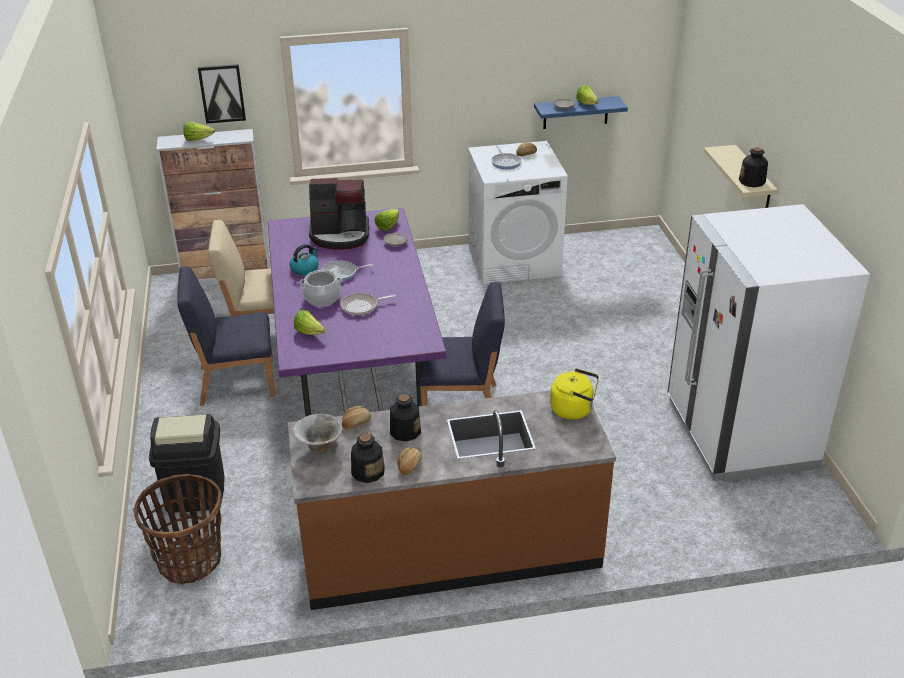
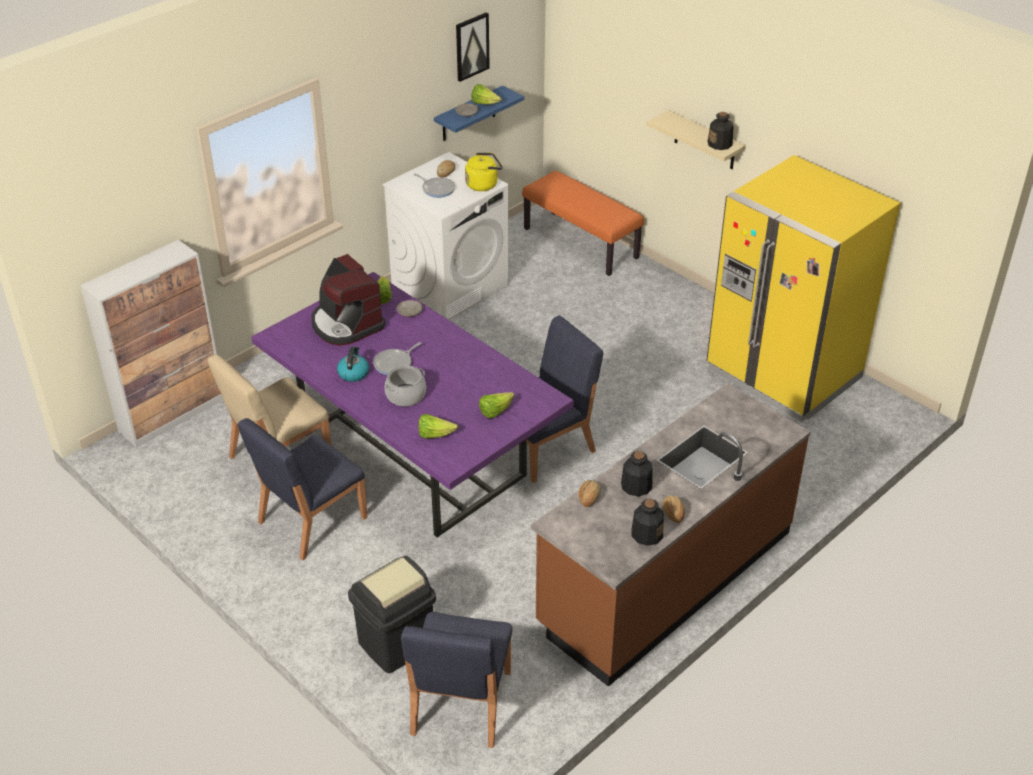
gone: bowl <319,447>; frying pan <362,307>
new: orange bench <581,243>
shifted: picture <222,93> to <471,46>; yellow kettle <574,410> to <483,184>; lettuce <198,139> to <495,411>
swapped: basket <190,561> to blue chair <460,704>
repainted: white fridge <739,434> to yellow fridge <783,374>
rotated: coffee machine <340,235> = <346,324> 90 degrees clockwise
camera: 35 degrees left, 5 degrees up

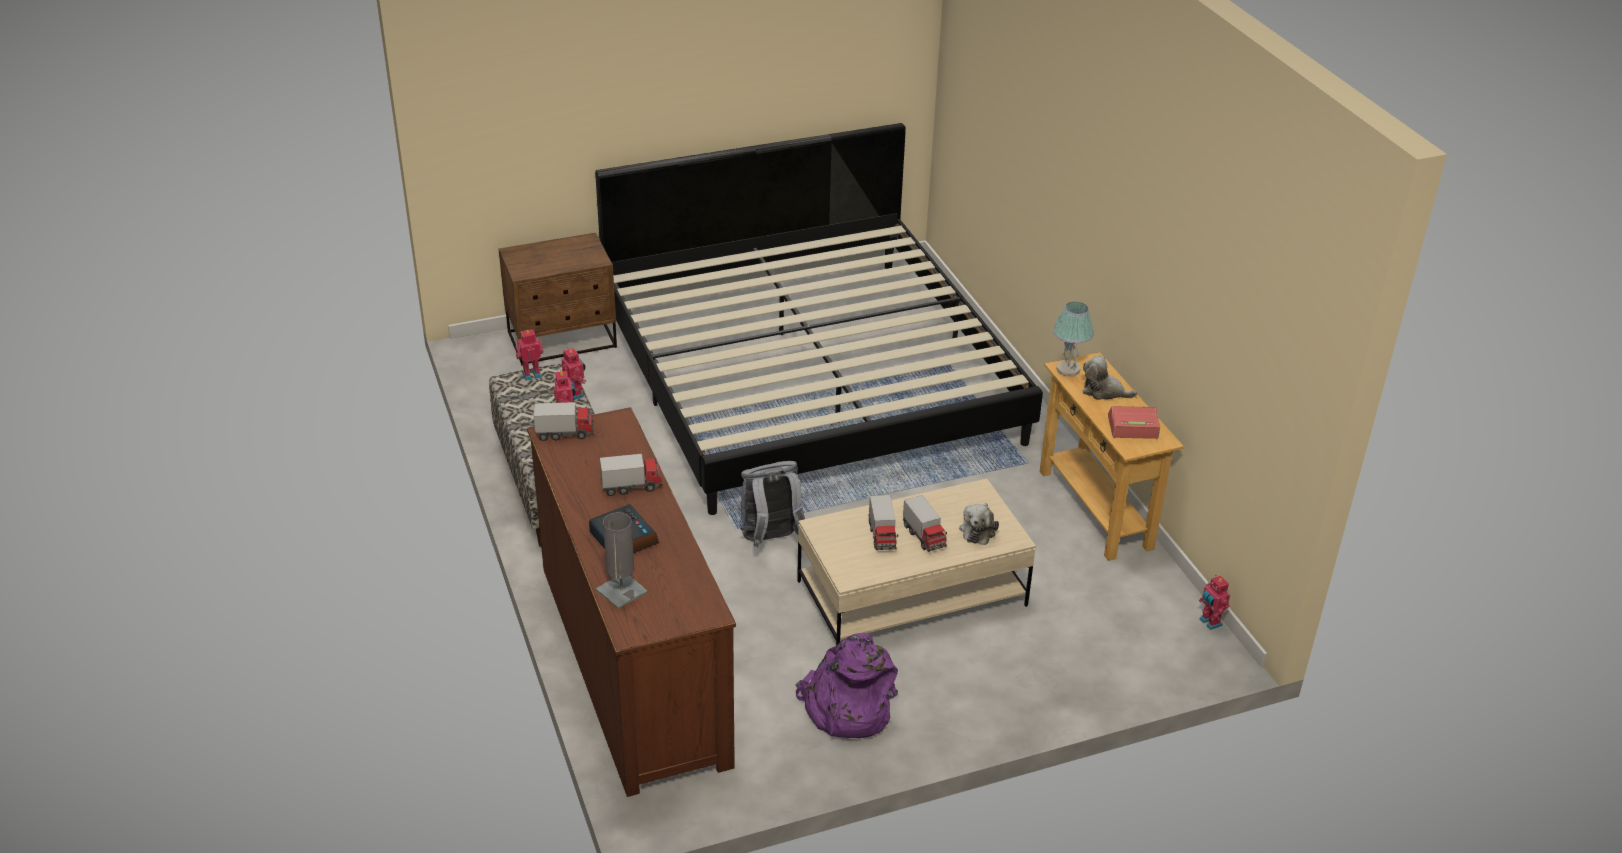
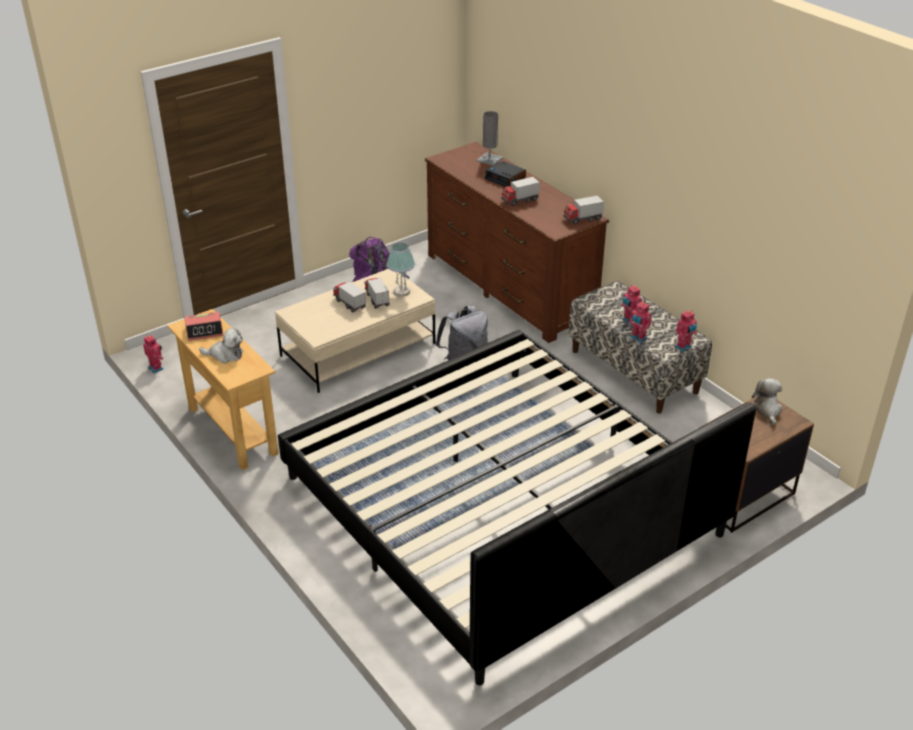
shifted: table lamp <1068,370> to <401,292>; plush toy <978,530> to <767,410>
camera: 165 degrees right, 0 degrees up

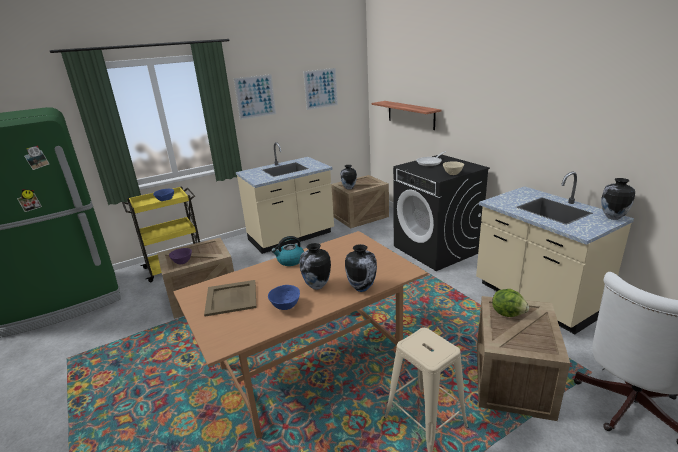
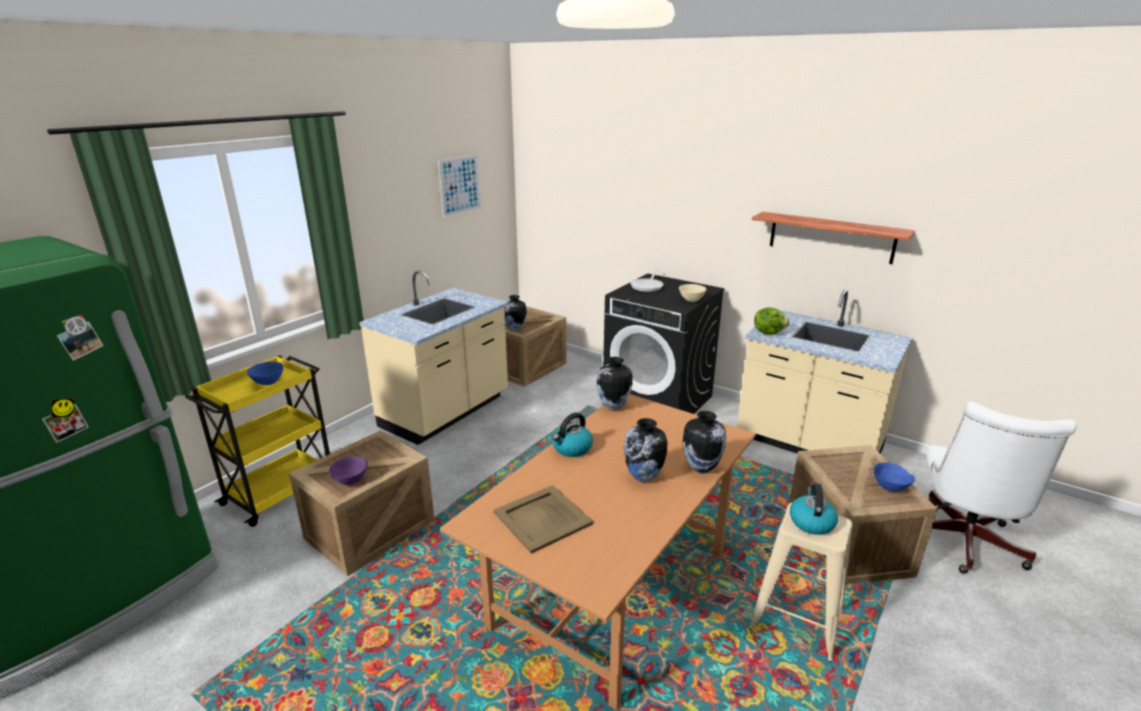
gone: picture <255,96>
new: kettle <811,522>
shifted: vase <612,217> to <613,407>; shelf <410,114> to <831,237>; lettuce <508,313> to <768,332>; blue bowl <286,307> to <890,488>
camera: 25 degrees left, 0 degrees up

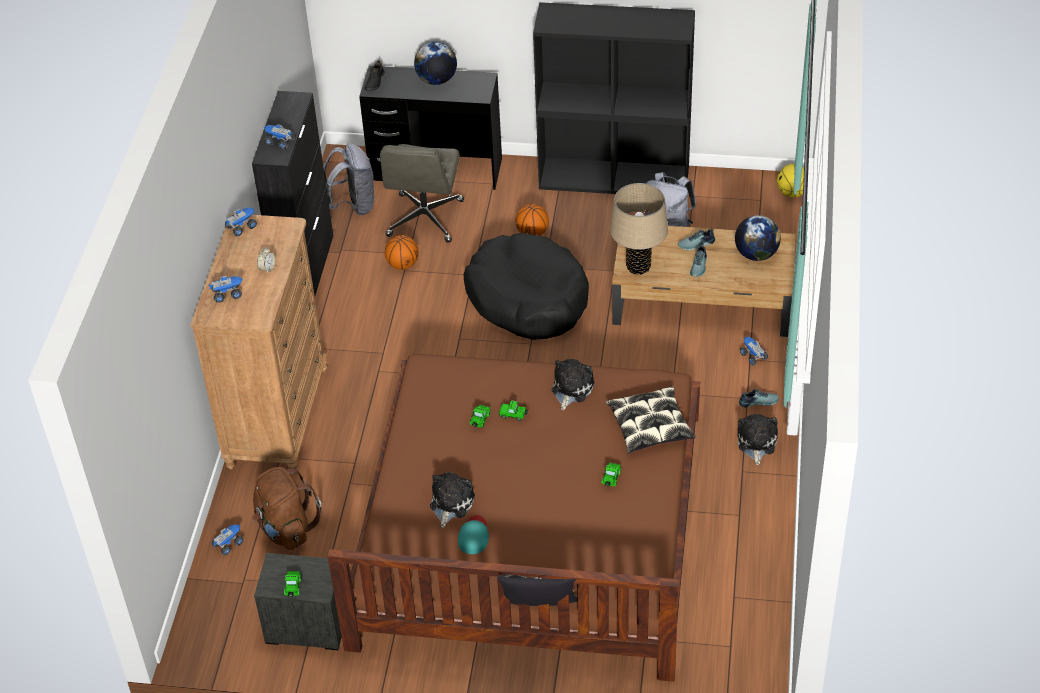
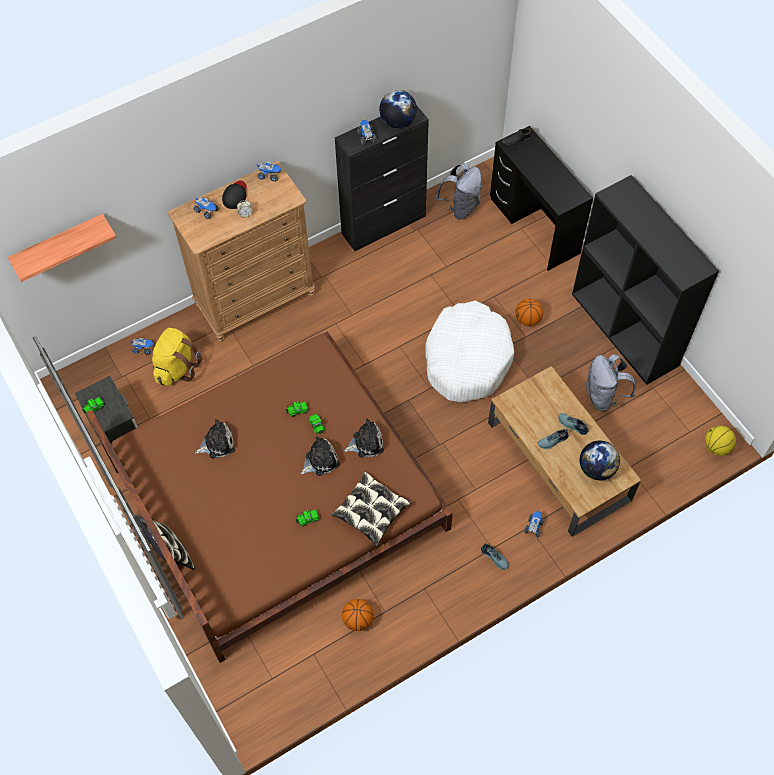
gone: grey office chair <425,219>; turquoise cap <474,536>; beige table lamp <638,267>
new: shelf <59,244>; black cap <235,195>
shifted: plush toy <756,443> to <320,460>; basketball <403,265> to <358,620>; globe <436,80> to <397,122>
repainted: brown backpack <286,528> to yellow backpack <177,368>; black dog bed <528,299> to white dog bed <467,359>
camera: 50 degrees right, 15 degrees up

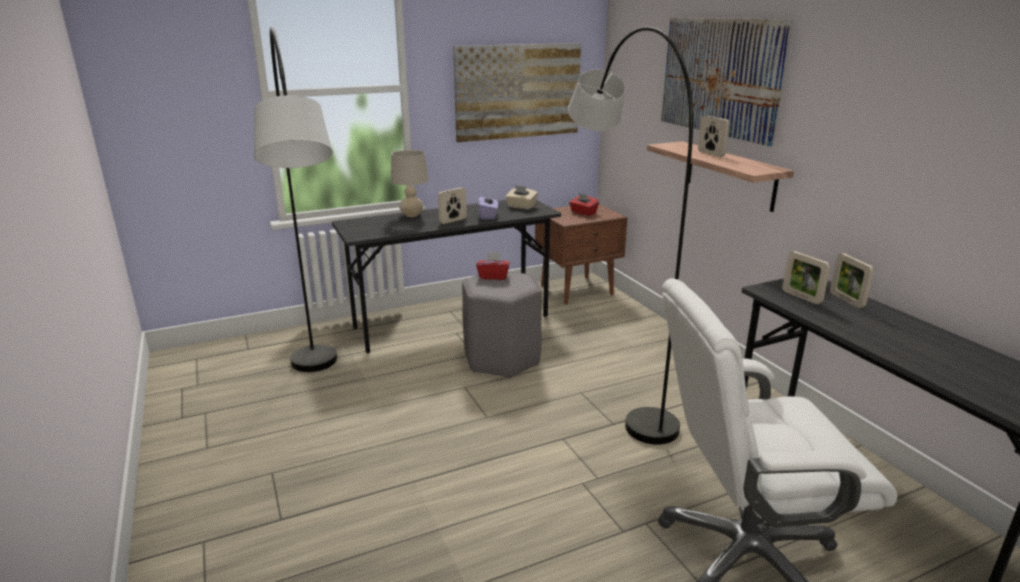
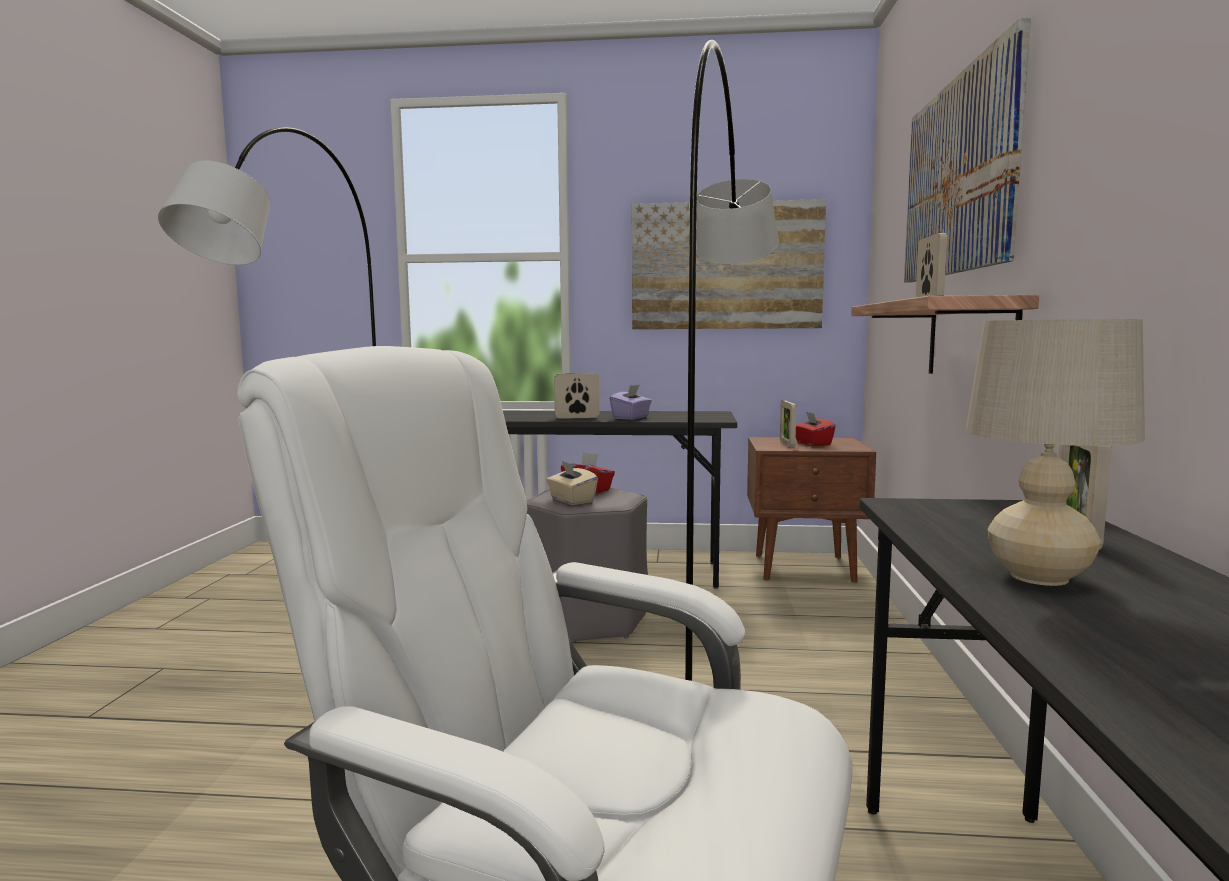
shifted: beige tissue box <521,207> to <571,500>; picture frame <801,297> to <787,444>; beige table lamp <412,215> to <1039,577>
camera: 30 degrees right, 15 degrees down

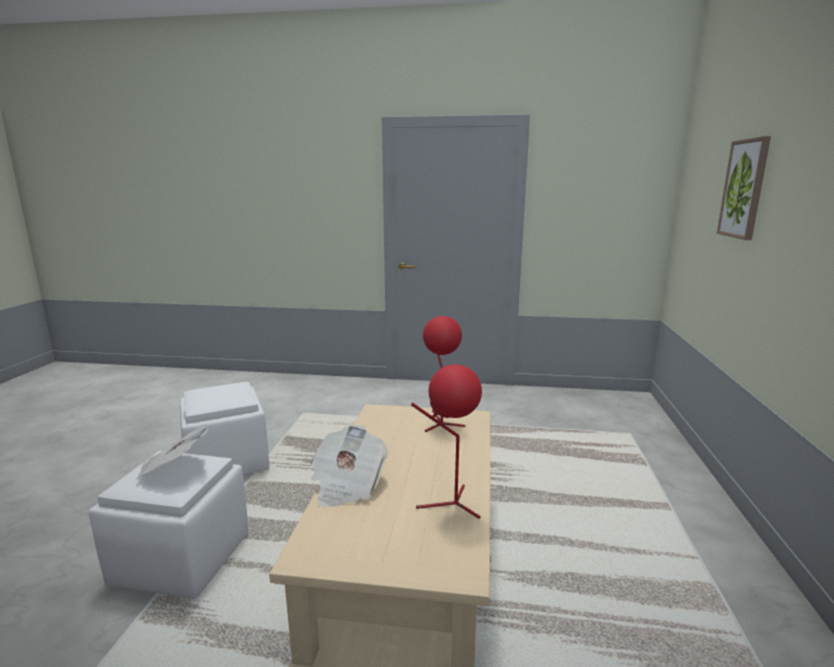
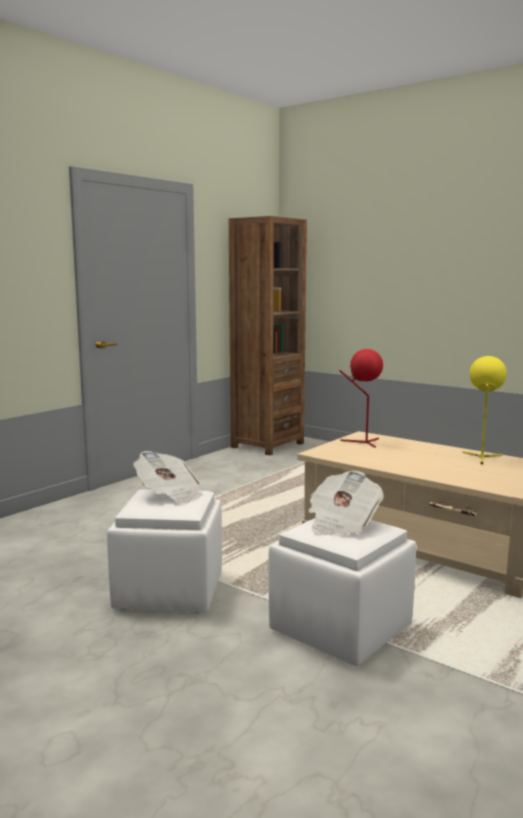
gone: picture <744,189>
new: brown bookcase <267,445>
shifted: newspaper <347,485> to <169,494>
repainted: red table lamp <450,504> to yellow table lamp <482,458>
camera: 60 degrees left, 5 degrees down

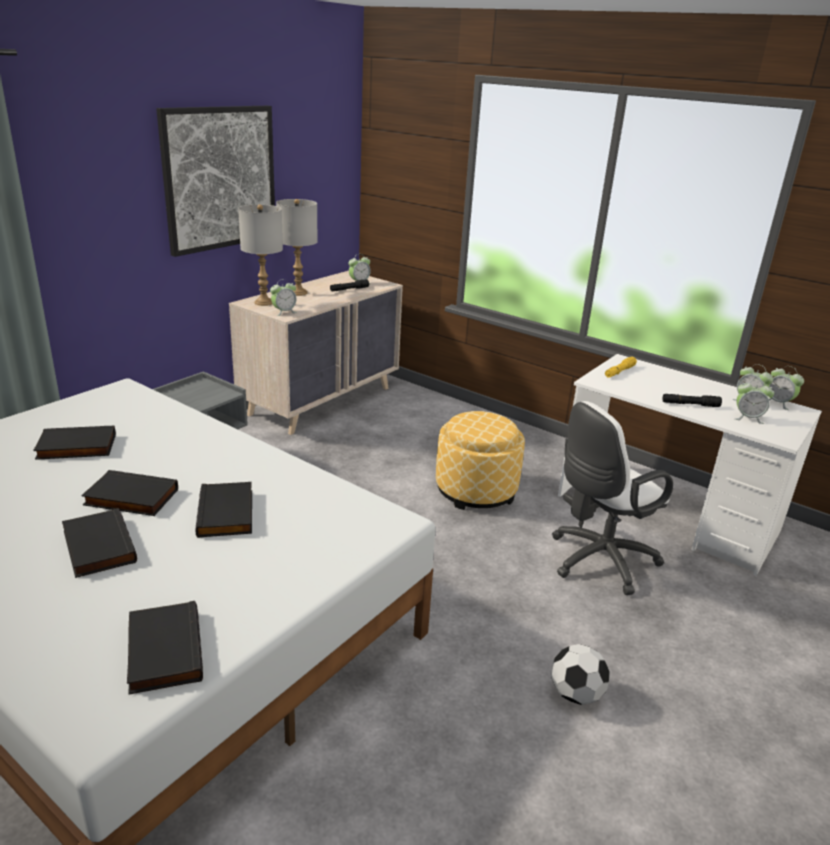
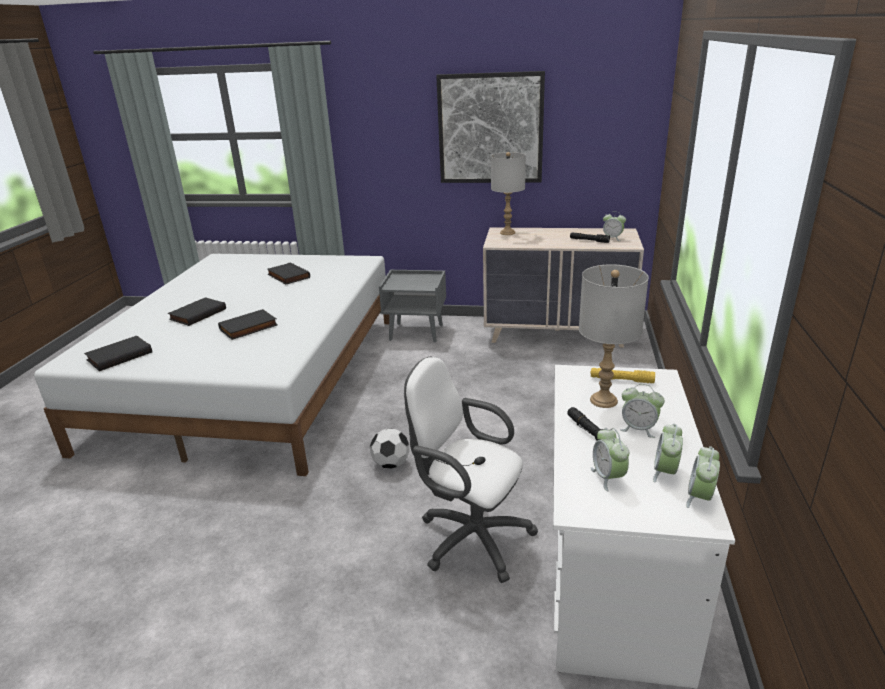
gone: black book <130,498>; ottoman <476,490>
shifted: football <575,694> to <391,464>; grey table lamp <298,293> to <604,400>; alarm clock <284,312> to <638,429>
camera: 65 degrees right, 0 degrees up

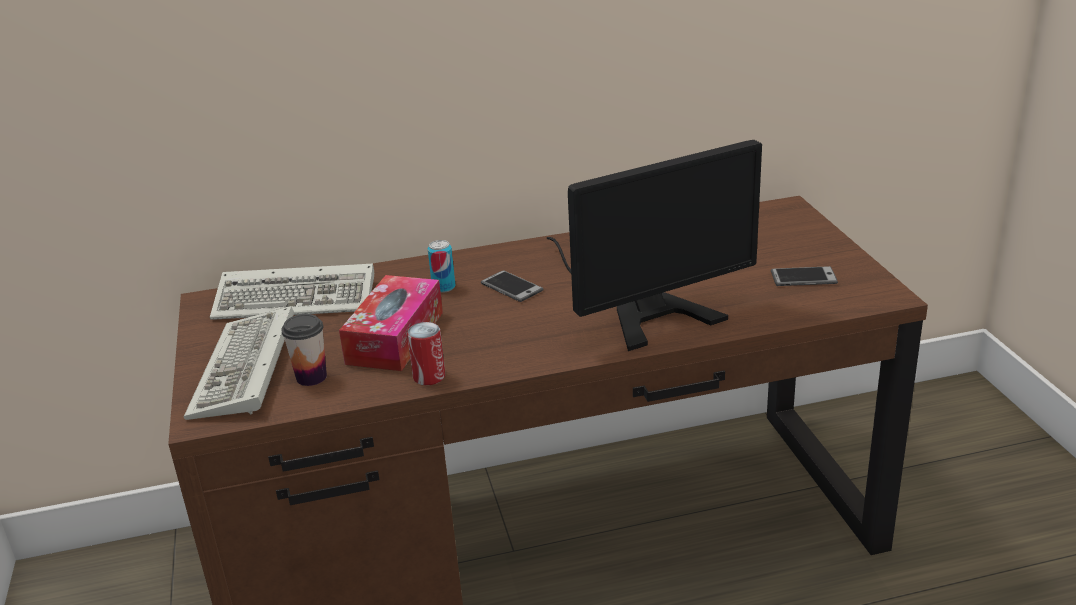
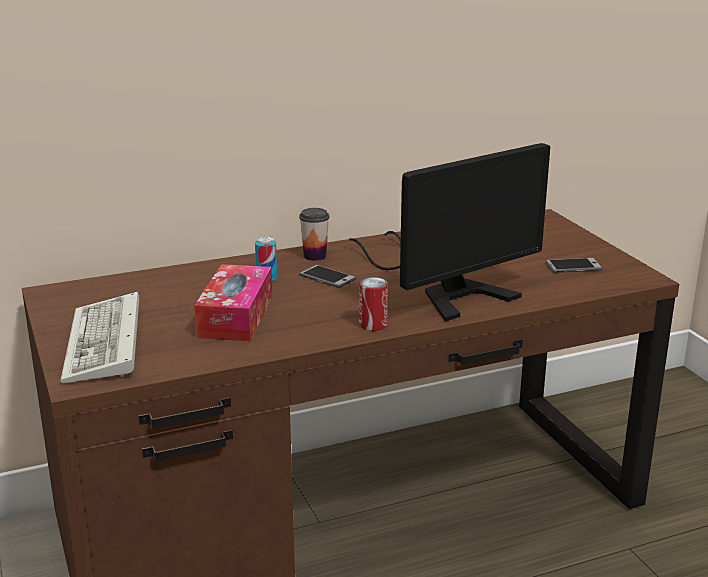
gone: keyboard <299,298>
shifted: cup <311,377> to <315,256>; can <429,377> to <373,325>
camera: 10 degrees left, 5 degrees down

